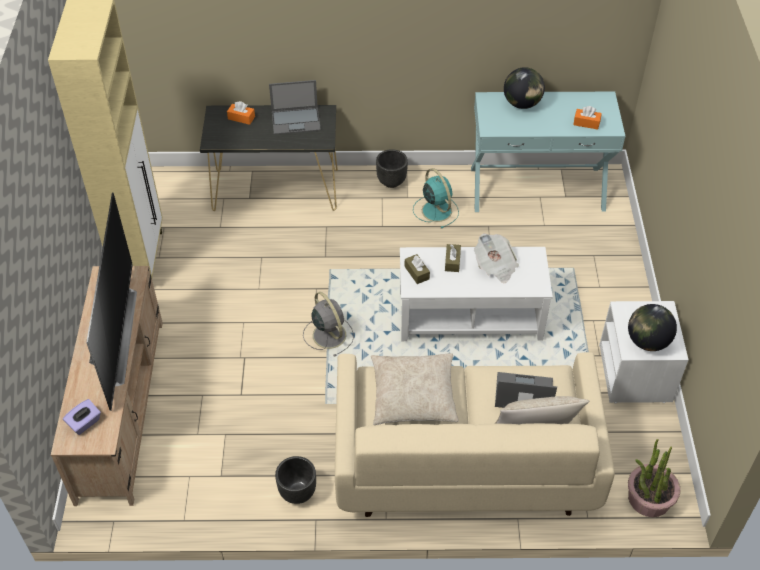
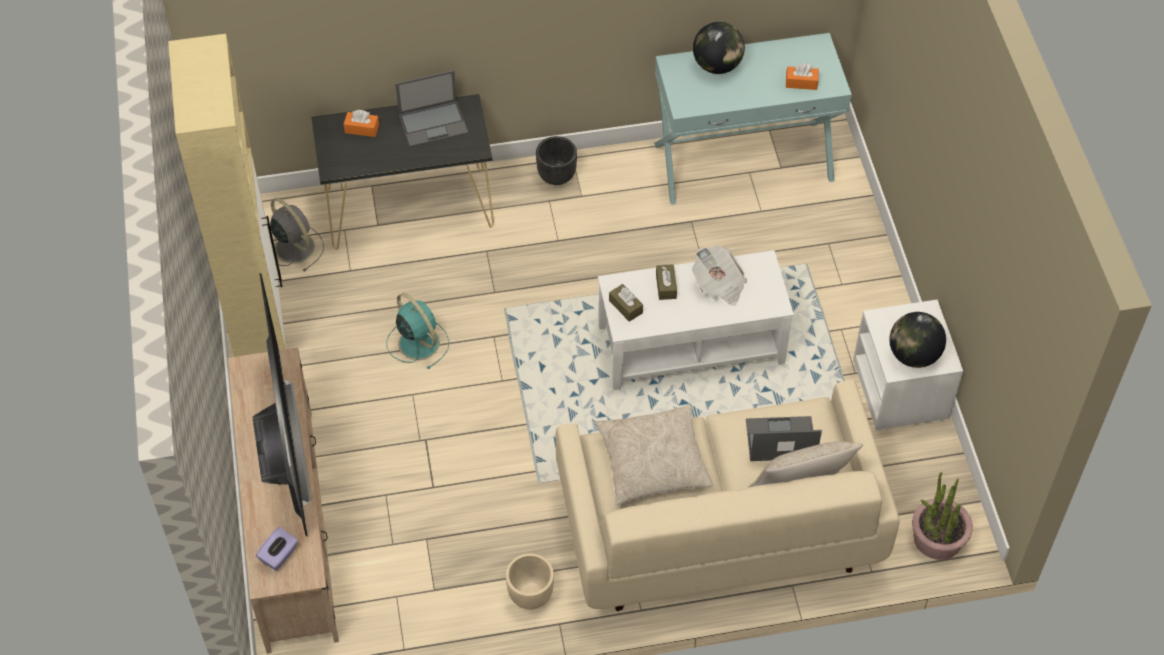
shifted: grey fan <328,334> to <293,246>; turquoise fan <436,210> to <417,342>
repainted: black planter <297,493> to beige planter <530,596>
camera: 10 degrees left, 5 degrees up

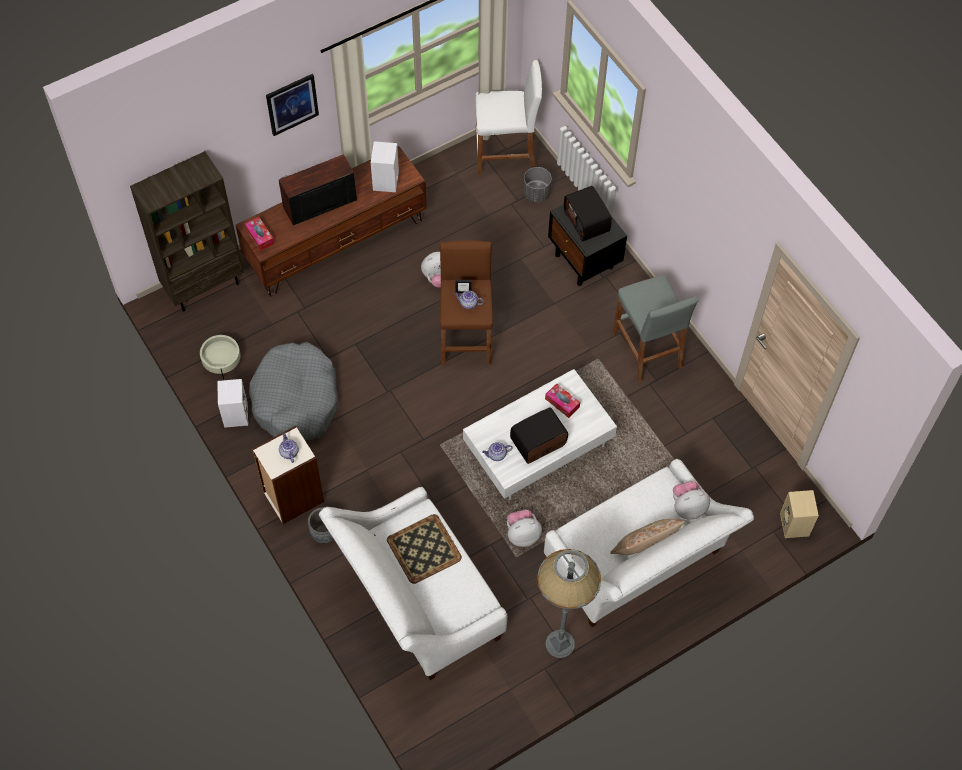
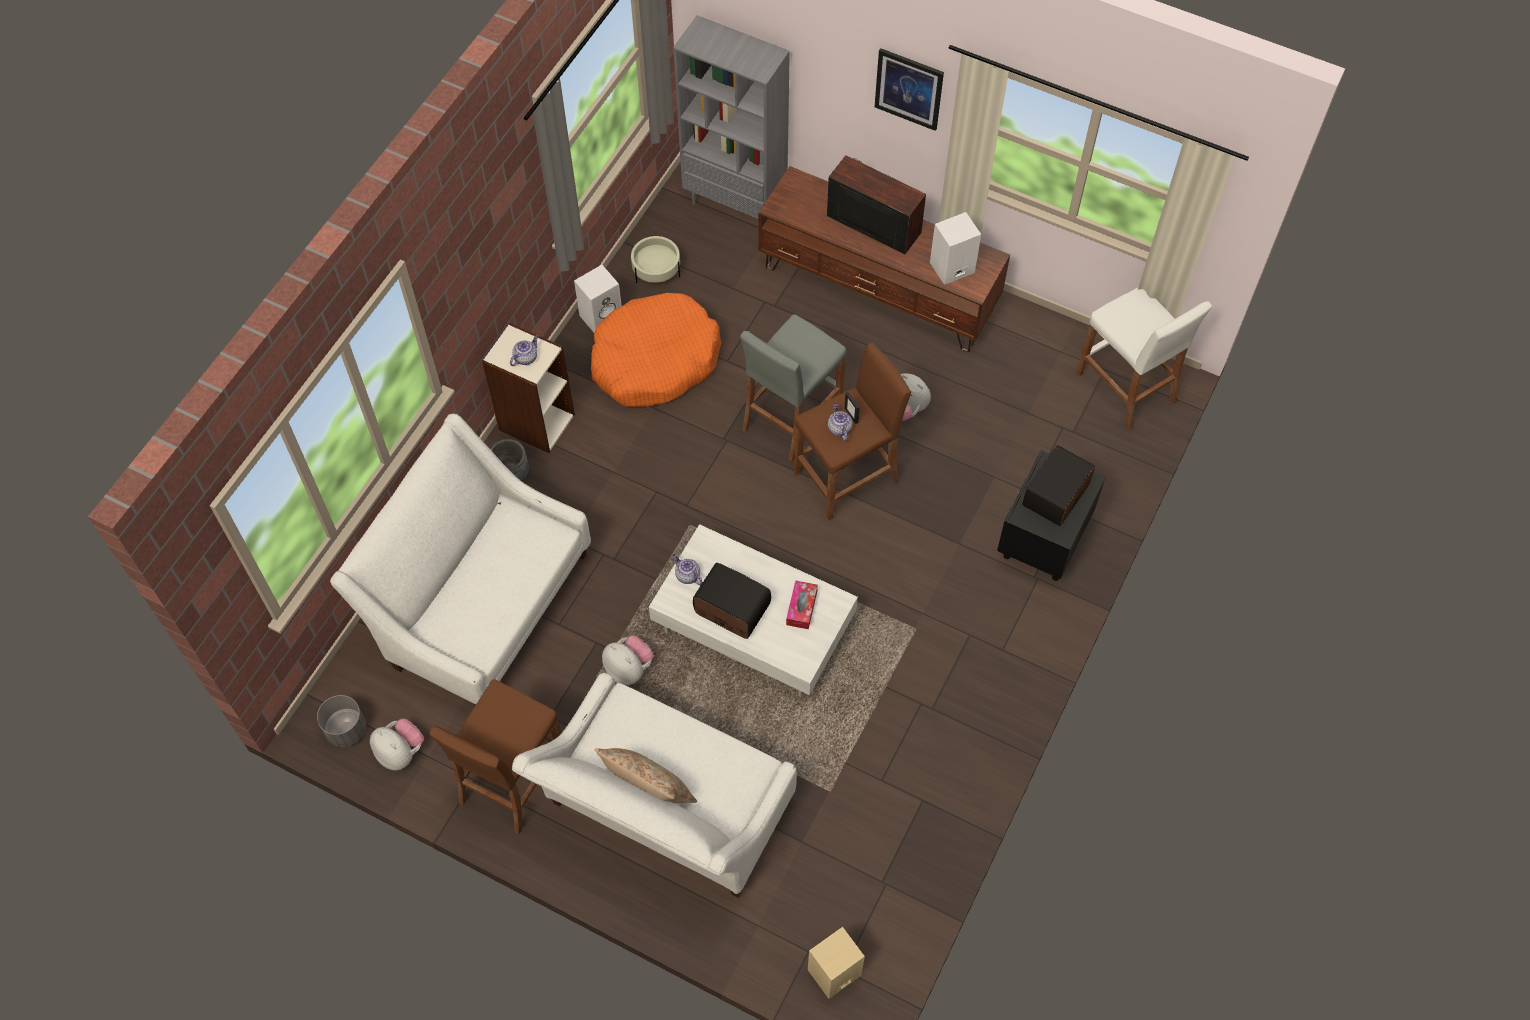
gone: tissue box <260,236>; tray <423,548>
shifted: grey planter <536,193> to <346,729>; plush toy <688,507> to <400,752>; grey stool <647,350> to <791,418>
swapped: grey floor lamp <559,644> to brown stool <513,780>
repainted: grey dog bed <296,400> to orange dog bed <654,360>; brown bookcase <204,286> to grey bookcase <736,204>
camera: 60 degrees right, 0 degrees up

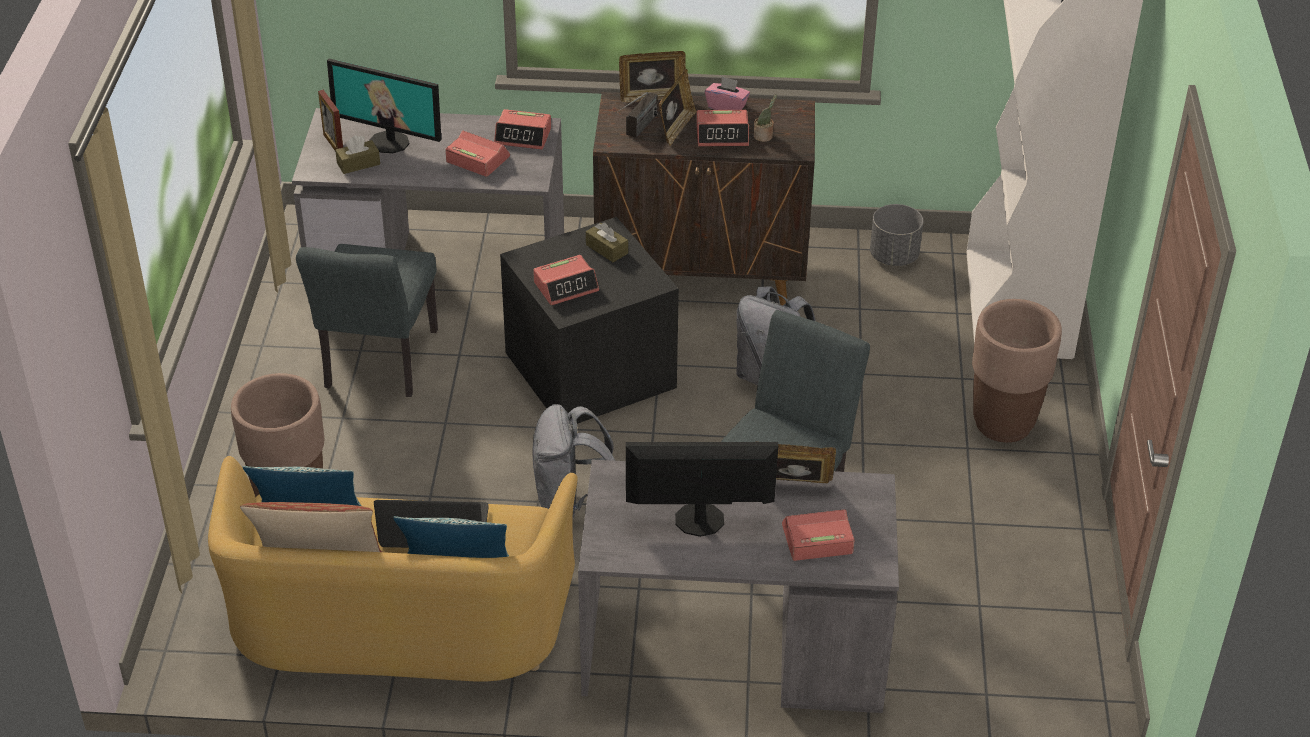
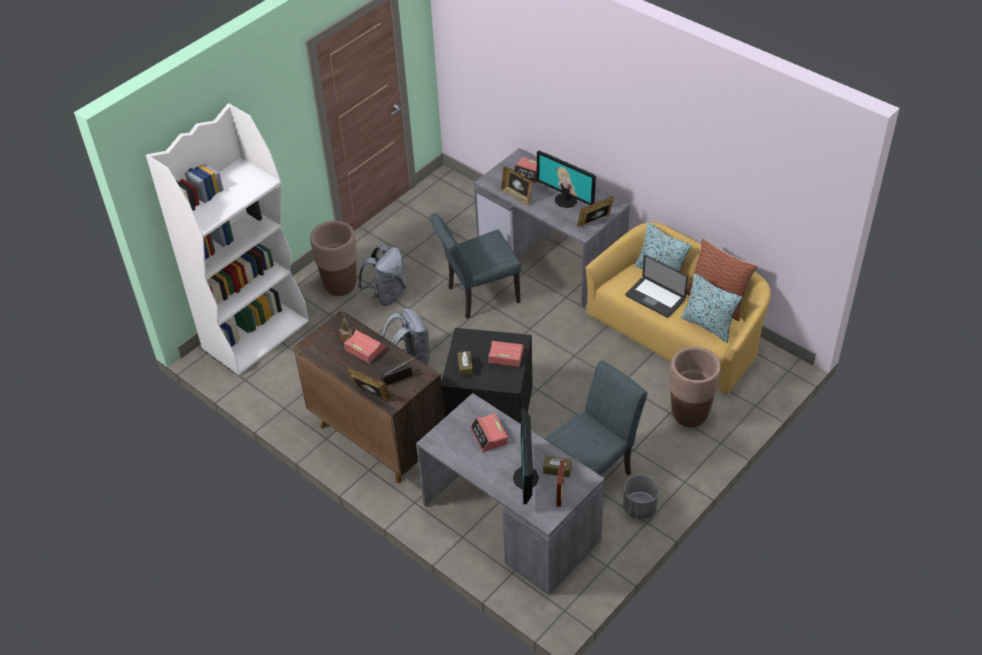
gone: alarm clock <523,136>; pink tissue box <727,106>
shifted: grey backpack <572,503> to <387,294>; picture frame <676,128> to <595,222>; grey planter <894,256> to <639,508>
rotated: monitor <390,142> = <526,478> 150 degrees counterclockwise
camera: 140 degrees left, 5 degrees up

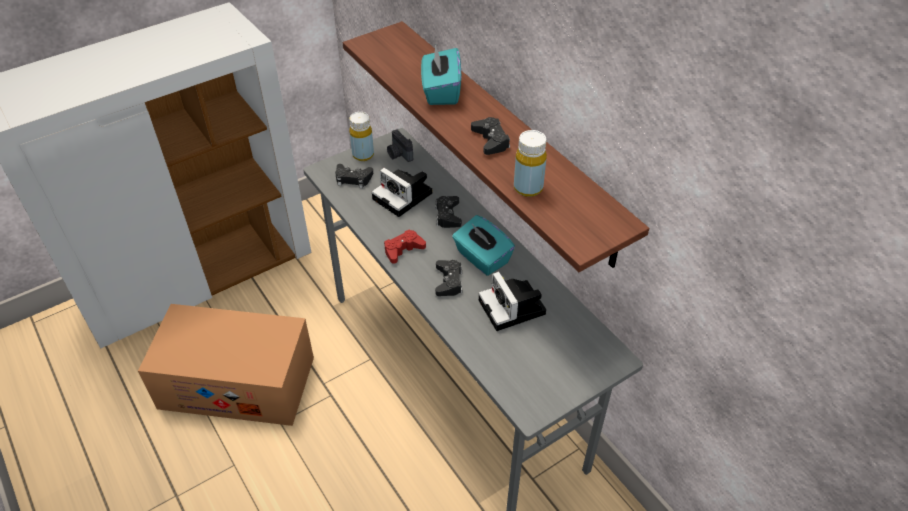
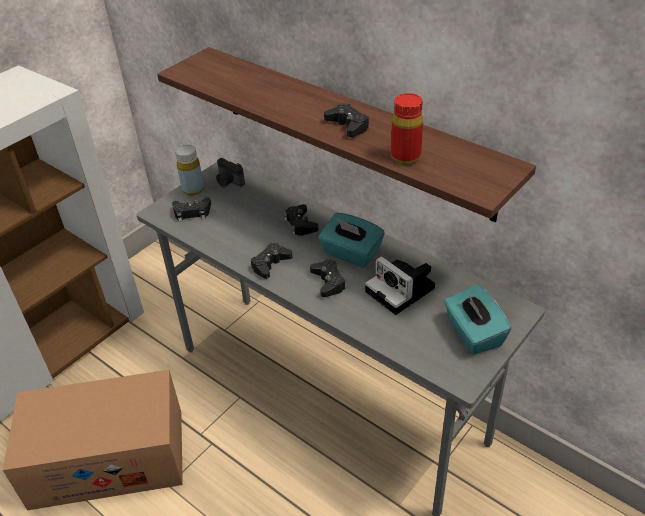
gone: photo camera <404,197>
shifted: turquoise tissue box <441,91> to <473,333>
repainted: red game controller <403,250> to black game controller <270,264>; yellow bottle <528,188> to red bottle <405,157>
camera: 15 degrees left, 5 degrees down

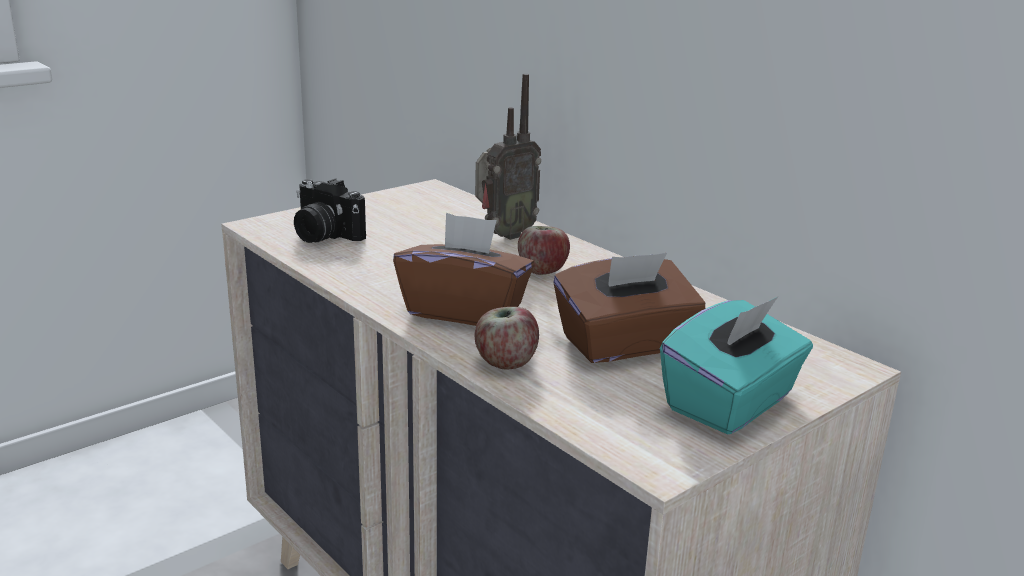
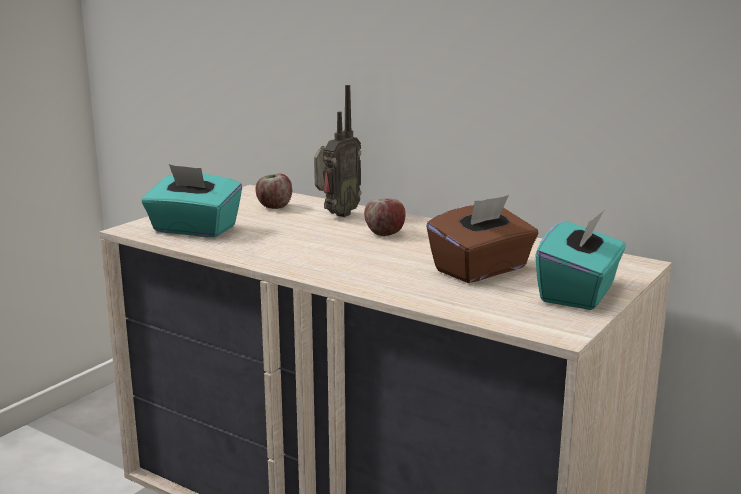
gone: brown tissue box <465,311>
shifted: apple <505,362> to <274,206>
swapped: photo camera <323,235> to turquoise tissue box <194,230>
camera: 15 degrees left, 5 degrees down

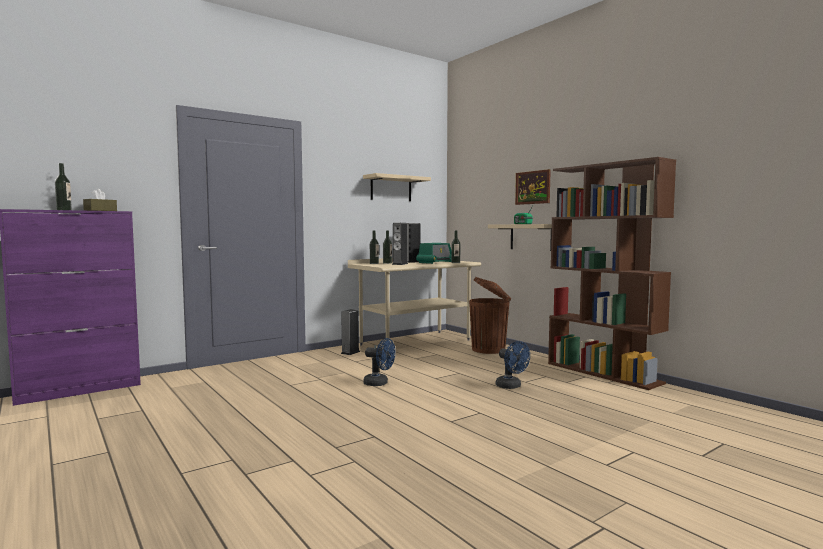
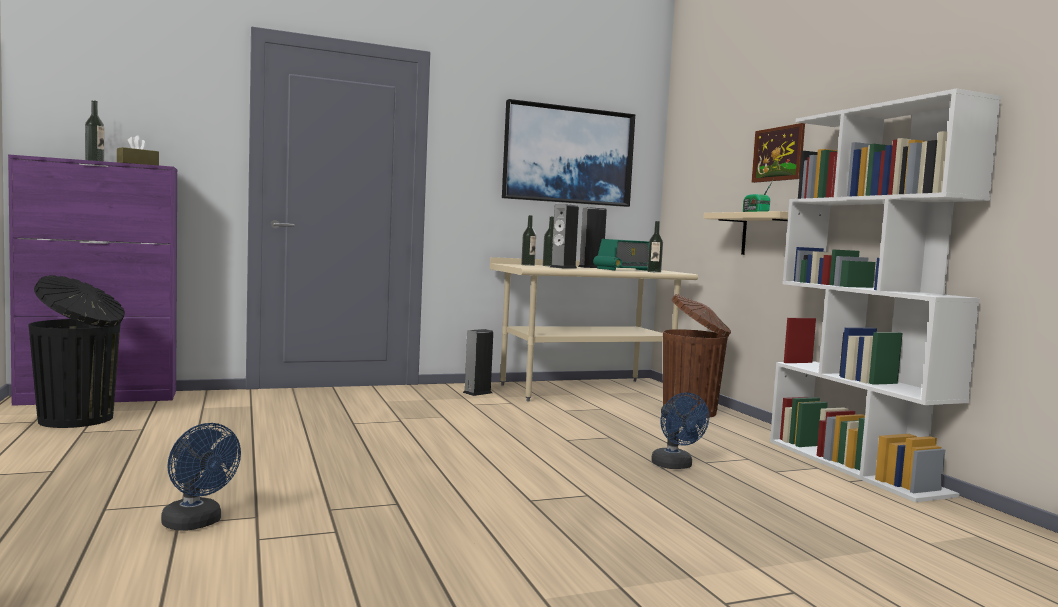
new: black trash can <78,419>
shifted: blue fan <379,383> to <197,524>
swapped: beige shelf <391,188> to picture <568,155>
repainted: brown bookcase <604,373> to white bookcase <856,467>
camera: 15 degrees right, 0 degrees up

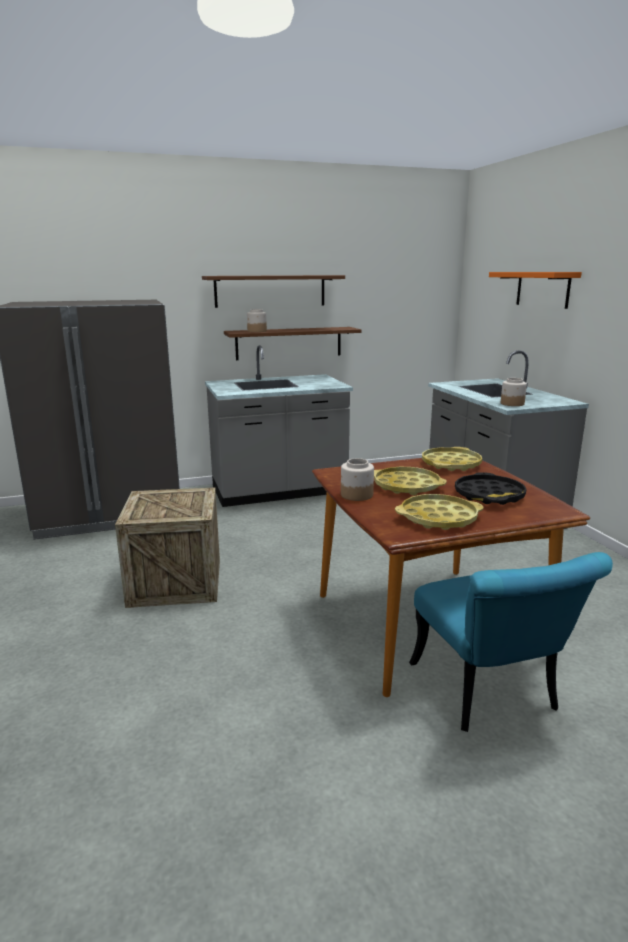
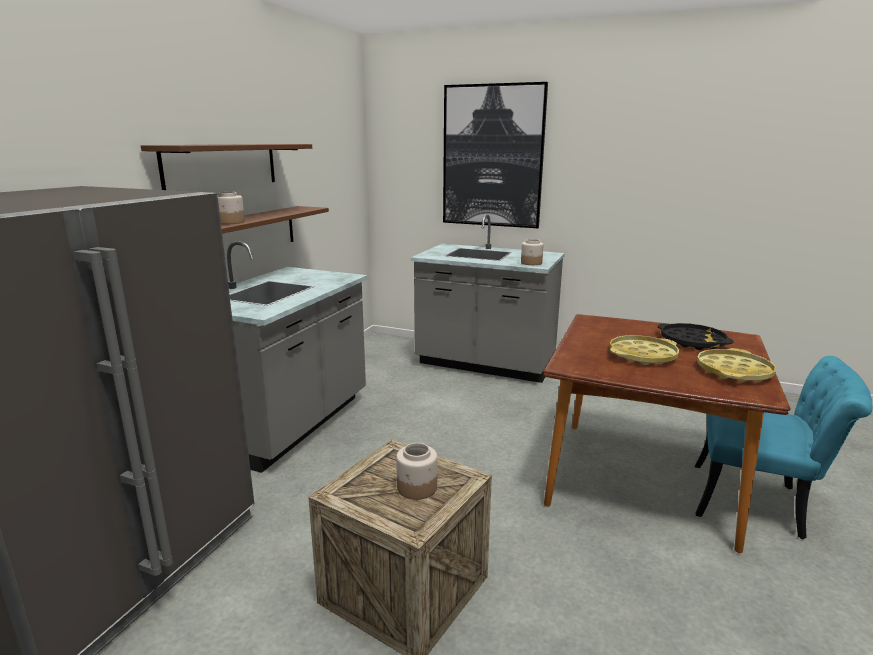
gone: yellow tray <451,464>
shifted: jar <356,495> to <417,488>
swapped: orange shelf <542,289> to picture <492,157>
camera: 50 degrees left, 0 degrees up

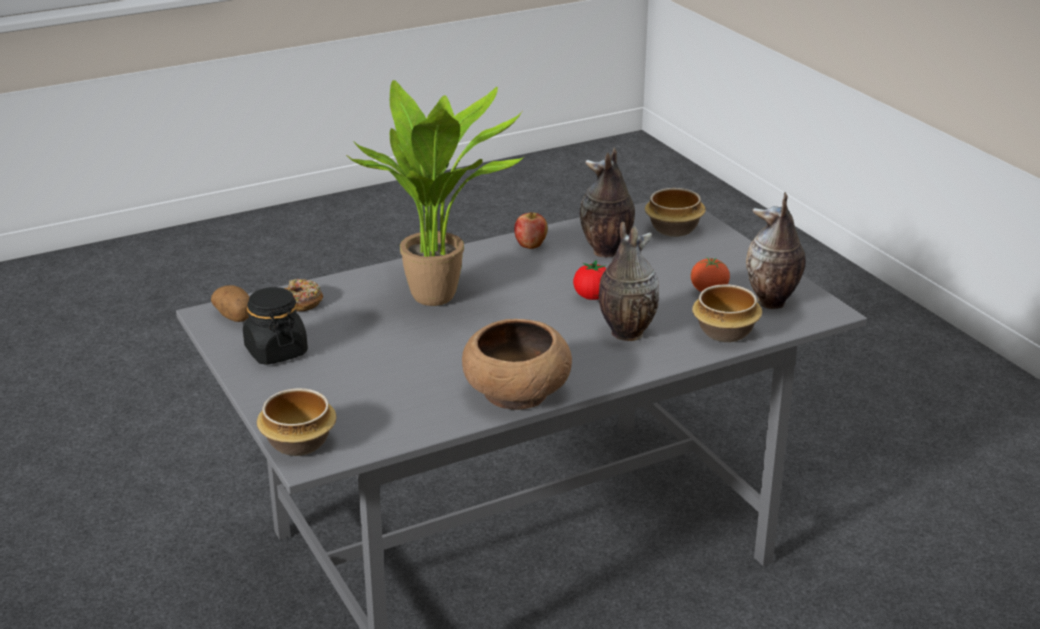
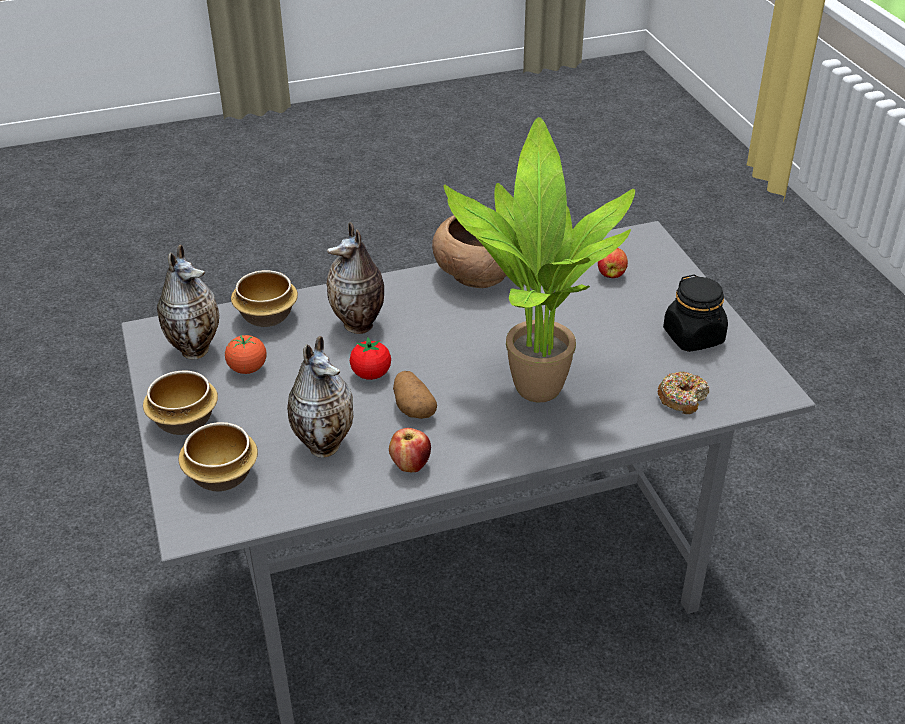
new: apple <611,274>
shifted: bowl <300,443> to <183,422>; potato <235,317> to <413,407>
camera: 170 degrees left, 10 degrees up

